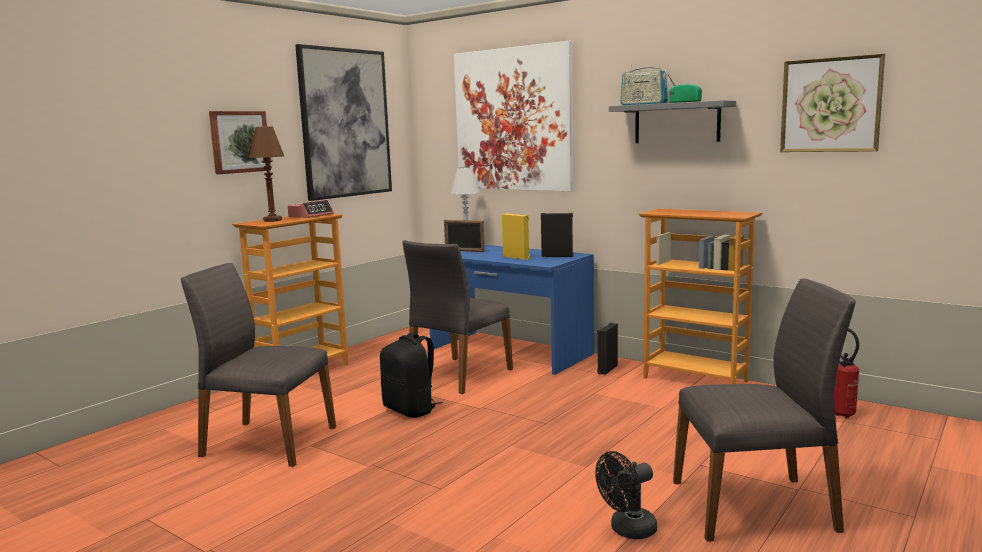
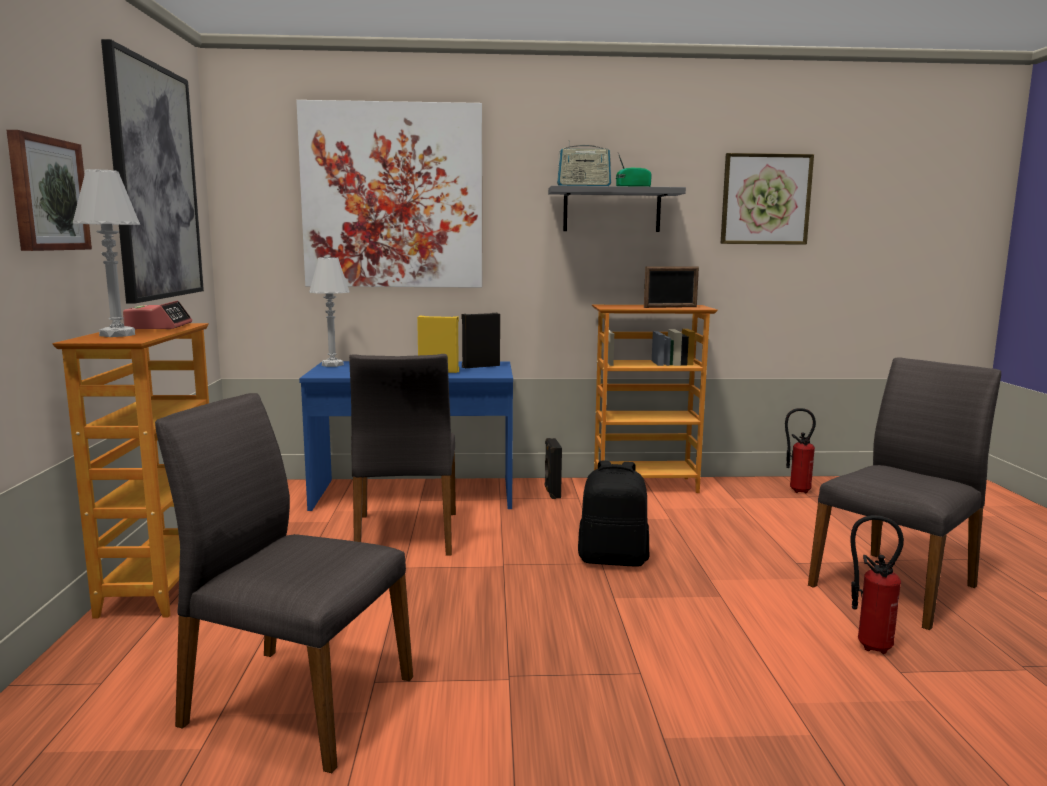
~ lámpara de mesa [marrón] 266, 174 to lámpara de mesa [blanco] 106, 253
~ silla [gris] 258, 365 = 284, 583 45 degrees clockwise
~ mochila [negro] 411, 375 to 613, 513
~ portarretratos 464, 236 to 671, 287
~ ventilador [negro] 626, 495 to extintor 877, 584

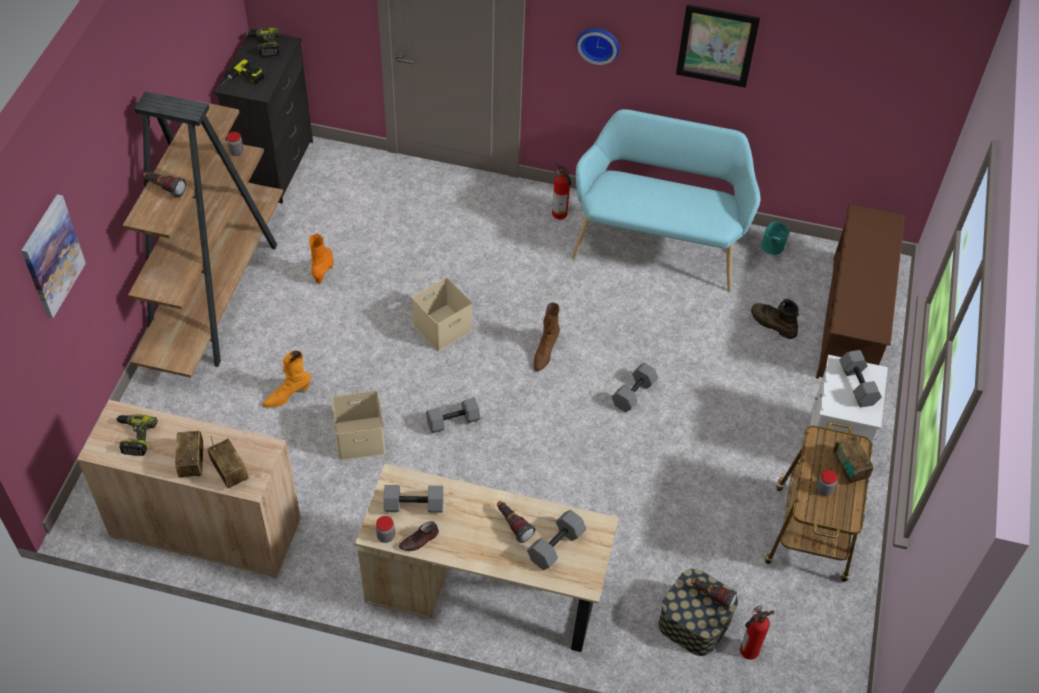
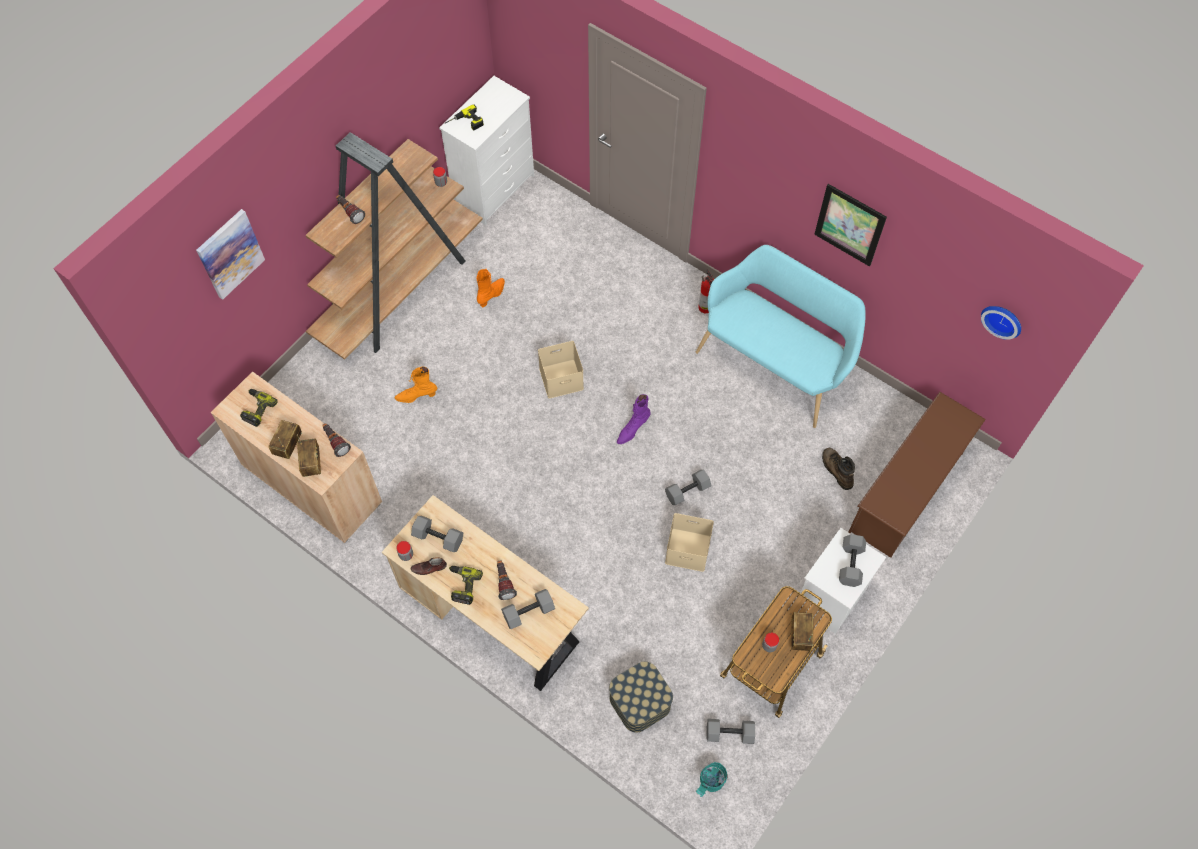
~ linterna 714, 594 to 336, 440
~ cómoda [negro] 264, 116 to cómoda [blanco] 486, 150
~ taladro 263, 42 to 466, 585
~ bota [marrón] 547, 336 to bota [morado] 634, 419
~ caja de almacenaje [beis] 358, 425 to 689, 542
~ cubo [turquesa] 775, 238 to 711, 779
~ mancuerna [gris] 453, 415 to 731, 731
~ reloj de pared 597, 46 to 1001, 323
- extintor 757, 633

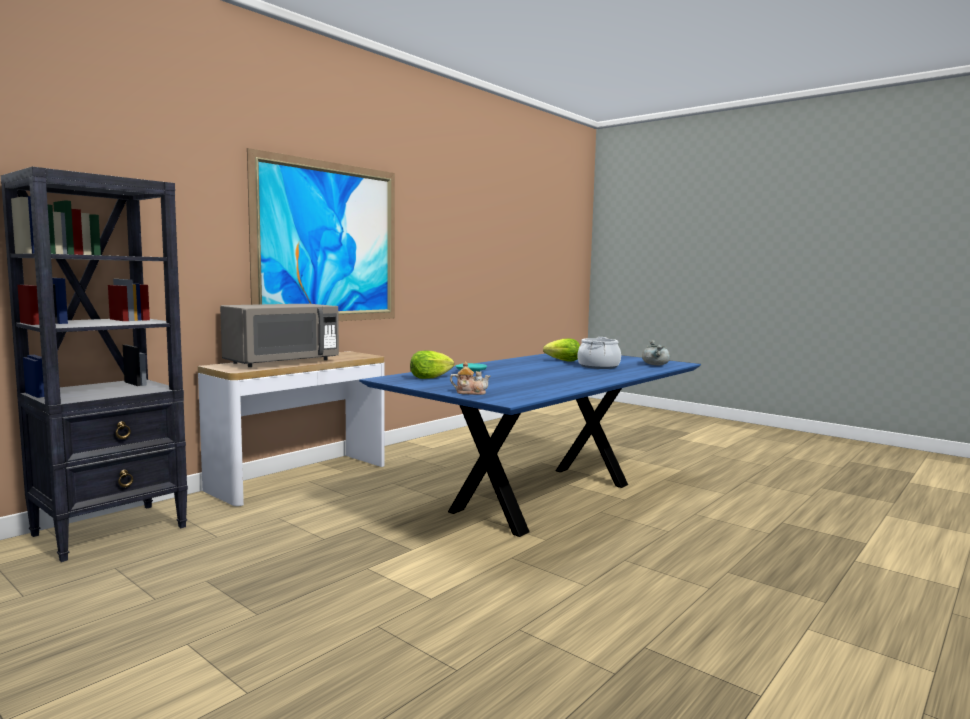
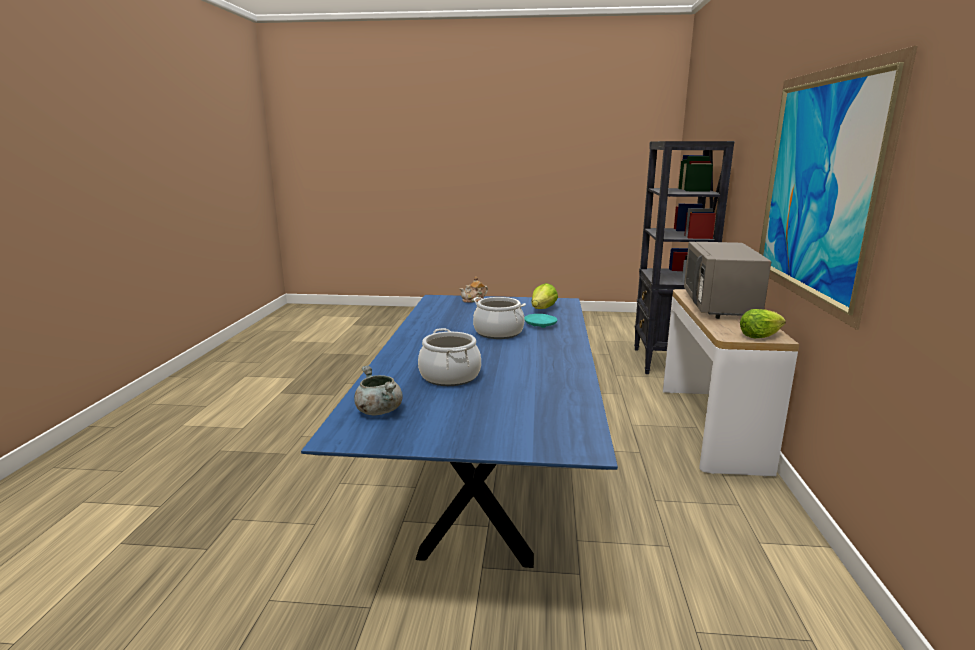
+ olla 499, 318
~ lechuga 561, 350 to 763, 323

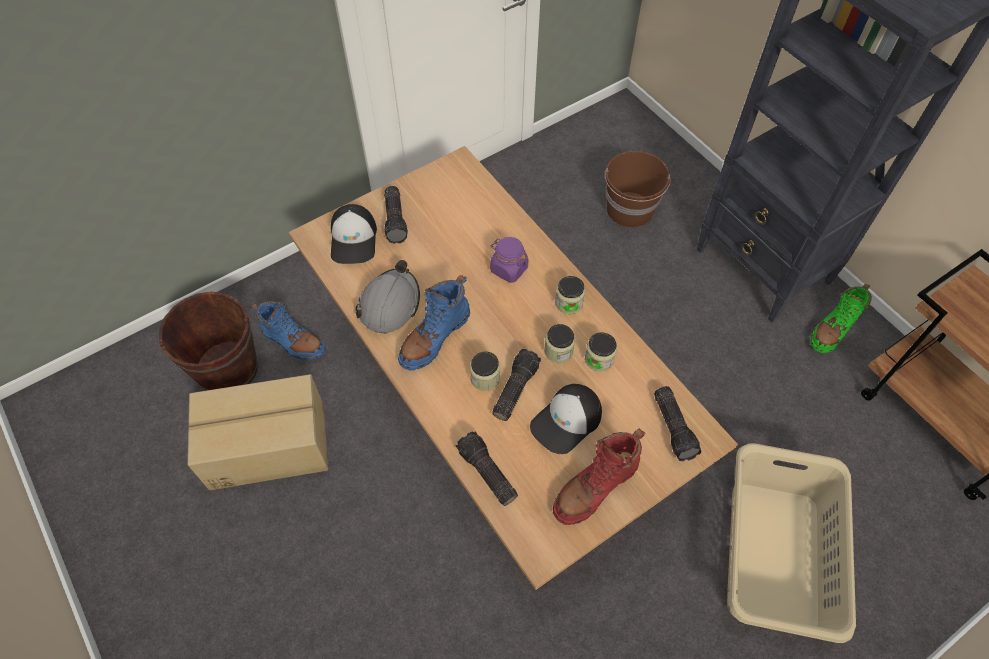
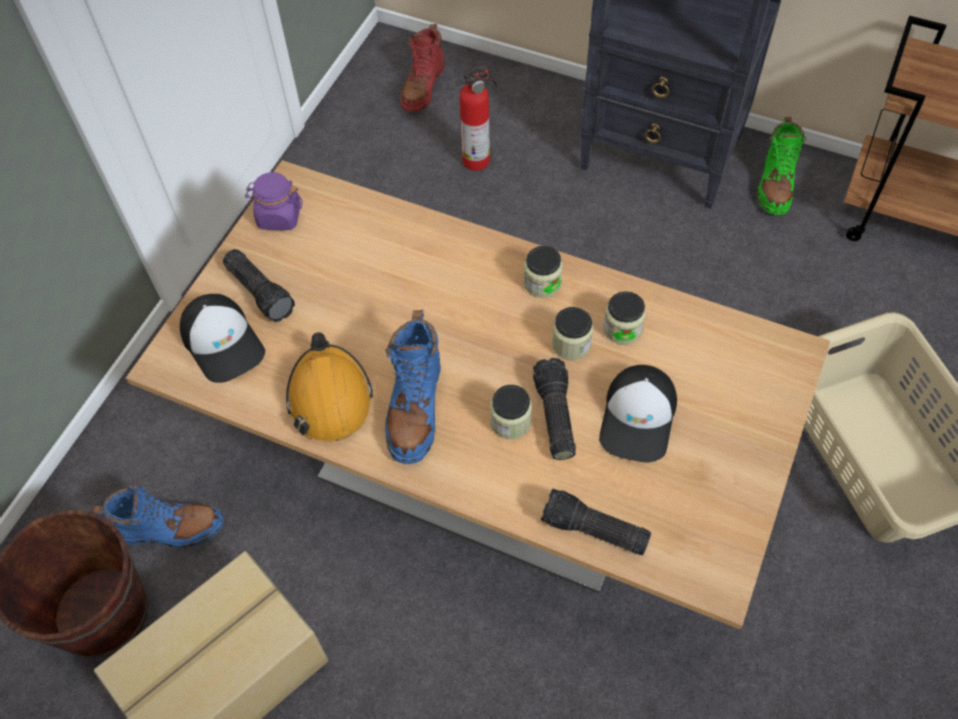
~ tarro [morado] 509, 260 to 274, 201
~ casco [gris] 387, 296 to casco [naranja] 329, 387
~ bota [rojo] 599, 476 to 422, 68
~ cubo [marrón] 638, 189 to extintor 476, 117
- linterna 678, 423

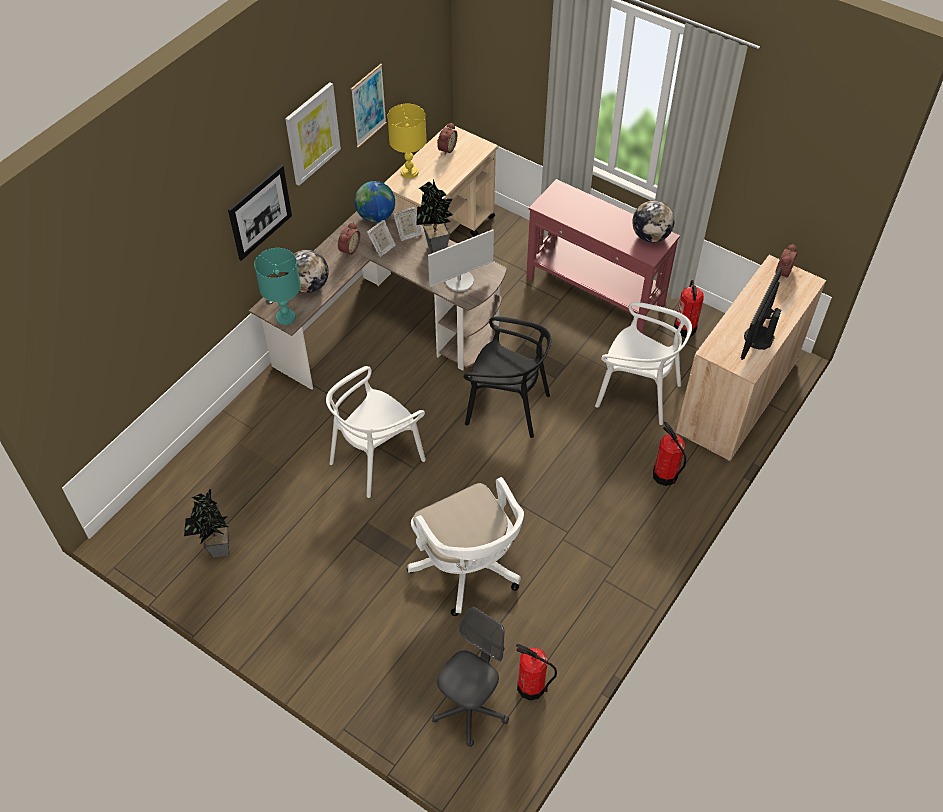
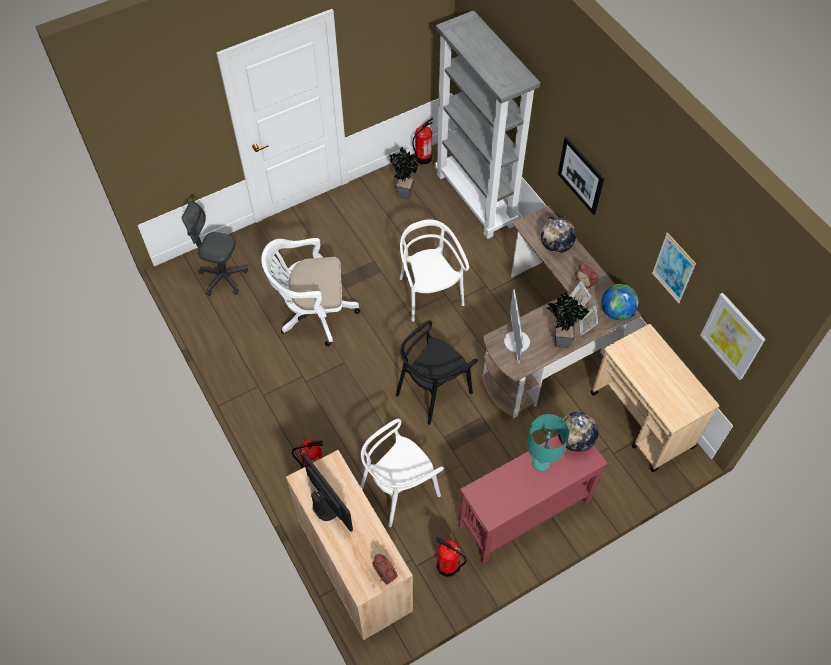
~ silla de oficina [gris] 470, 677 = 215, 248 135 degrees clockwise
~ extintor 536, 672 to 422, 141
+ estantería [gris] 487, 124
~ lámpara de mesa [turquesa] 277, 286 to 548, 442
~ globo terráqueo 653, 221 to 578, 432
~ cuadro 313, 134 to 733, 336
- lámpara de mesa [amarillo] 407, 141
- despertador 447, 138

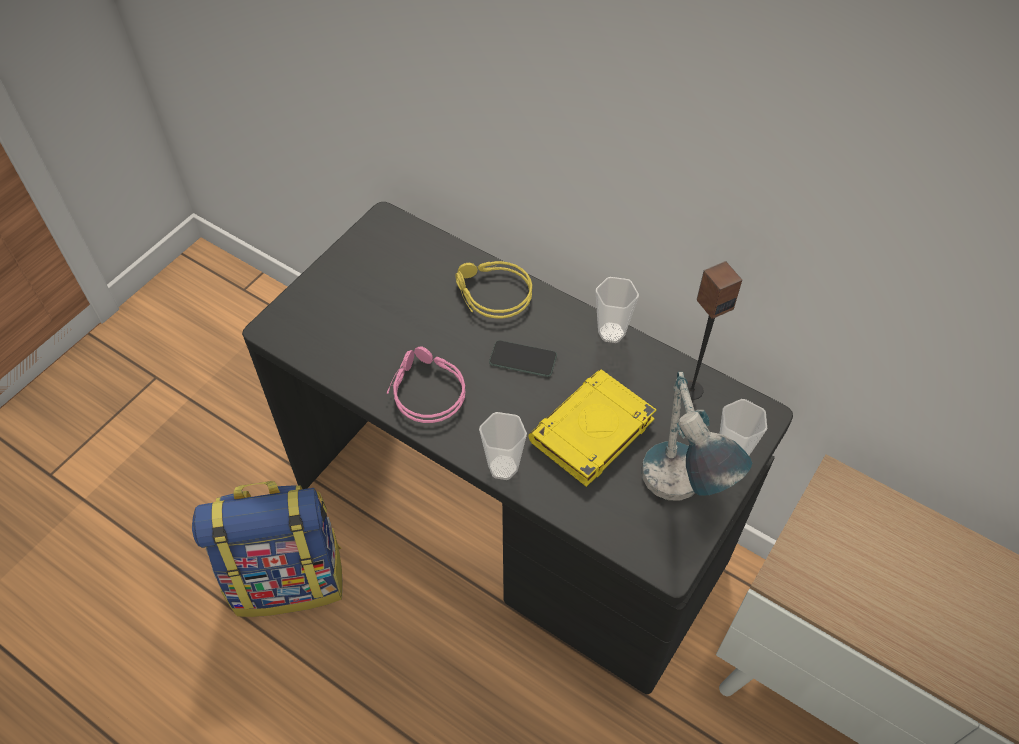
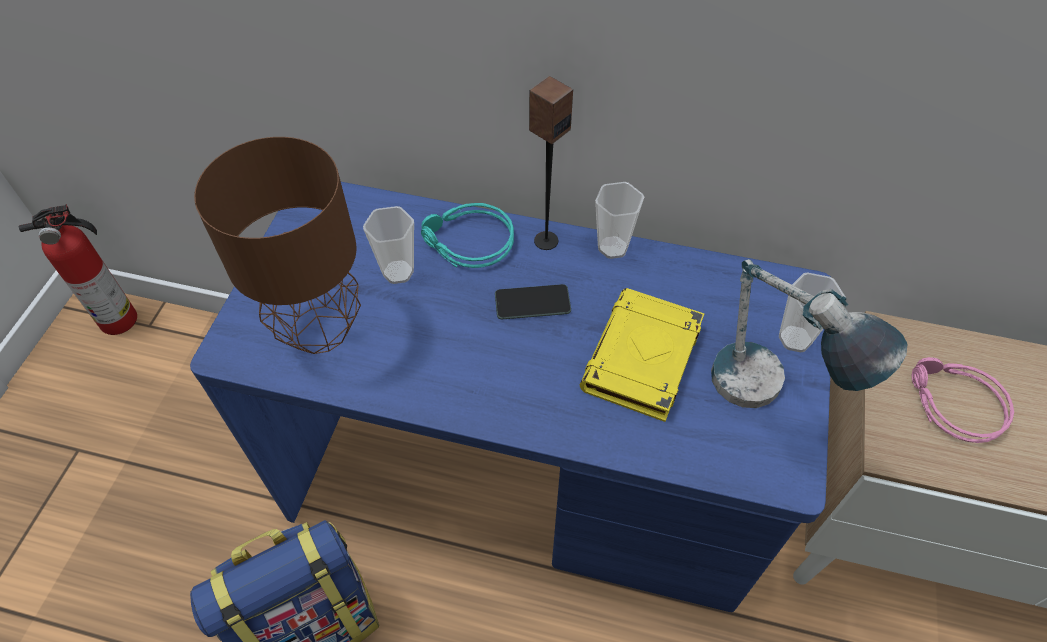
+ extintor 78, 269
~ escritorio [negro] 517, 448 to escritorio [azul] 510, 397
+ lámpara de mesa [marrón] 277, 245
~ taza 503, 446 to 388, 245
~ auriculares [amarillo] 493, 290 to auriculares [turquesa] 467, 235
~ altavoz 714, 330 to 551, 163
~ auriculares [rosa] 426, 384 to 962, 400

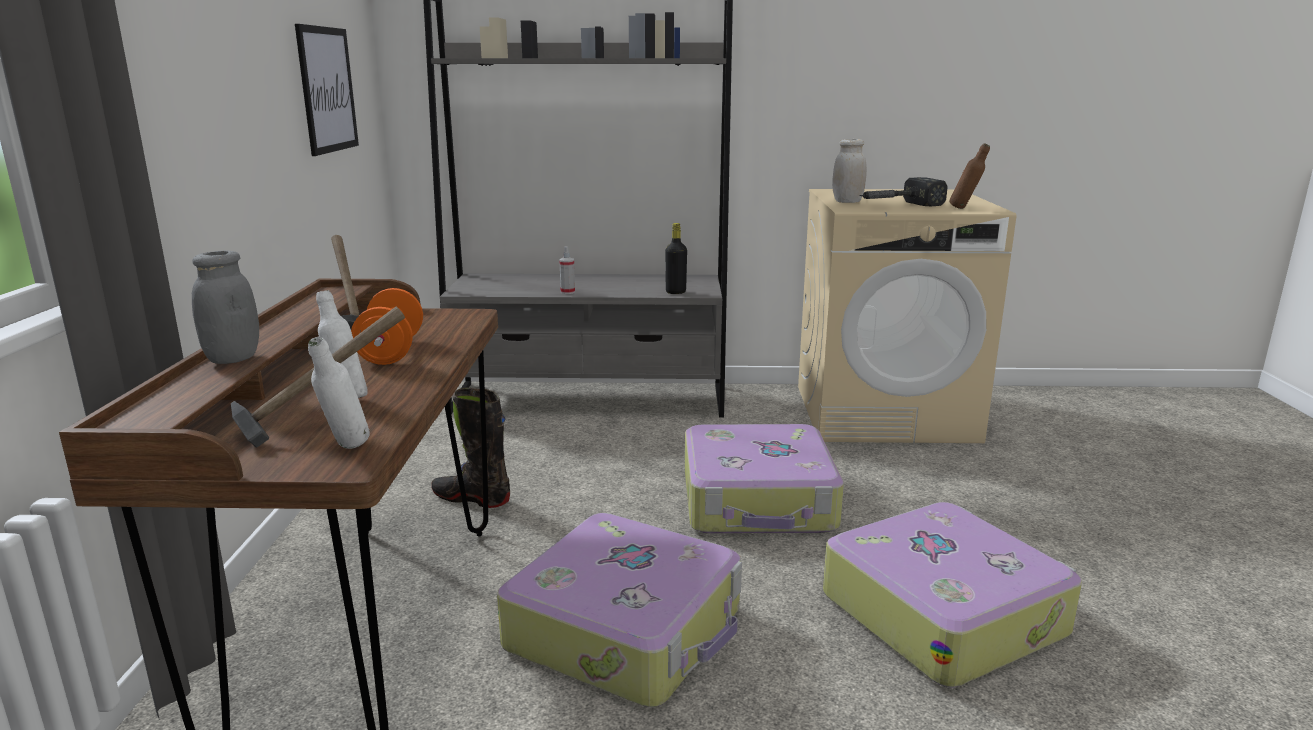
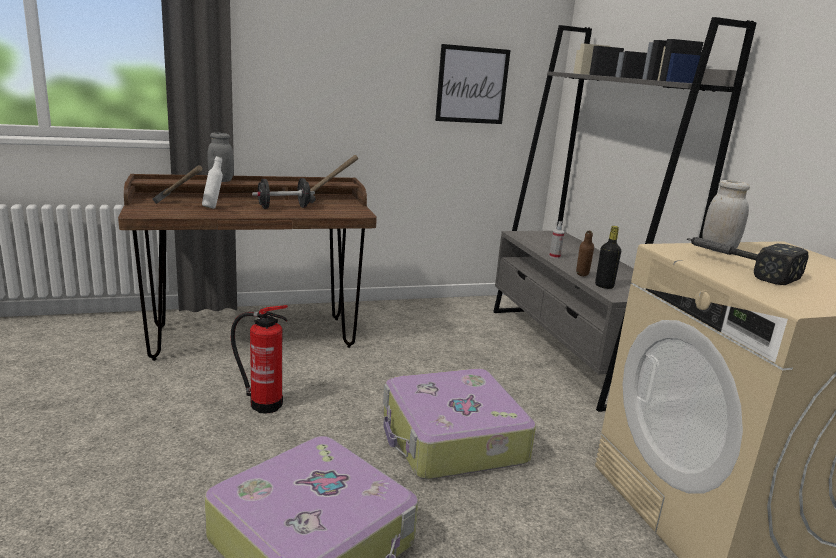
~ maleta 619, 610 to extintor 259, 359
~ mancuerna [naranja] 387, 326 to mancuerna [negro] 283, 193
~ botella [marrón] 969, 176 to 585, 253
- botella [blanco] 339, 393
- bota [negro] 470, 447

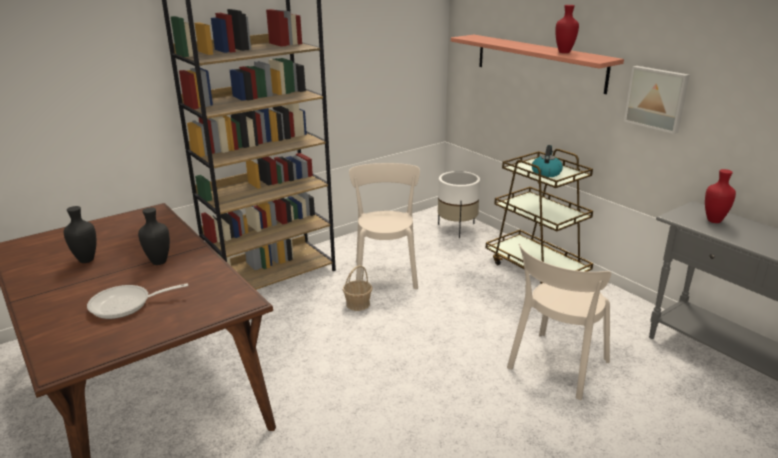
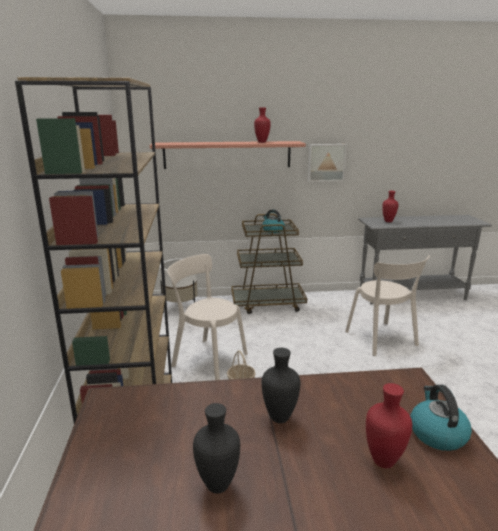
~ sartén 137, 301 to florero [rojo] 389, 425
+ hervidor 441, 418

